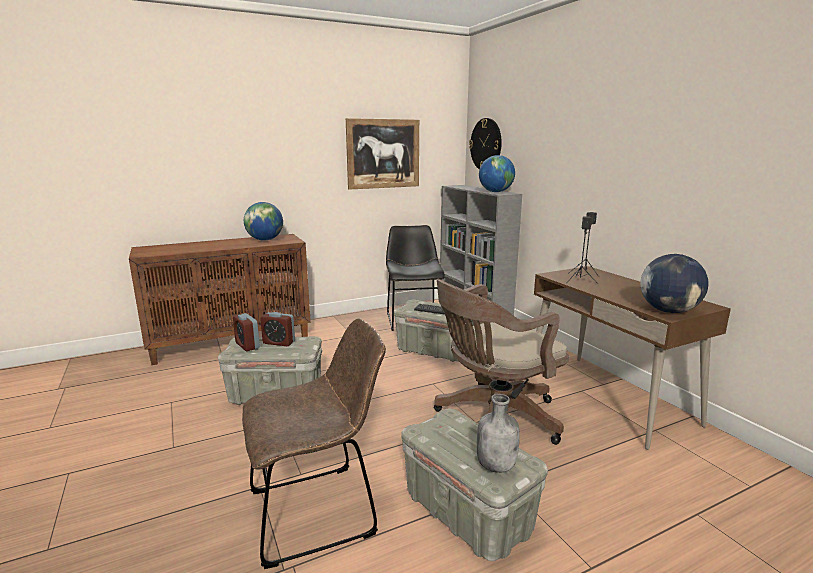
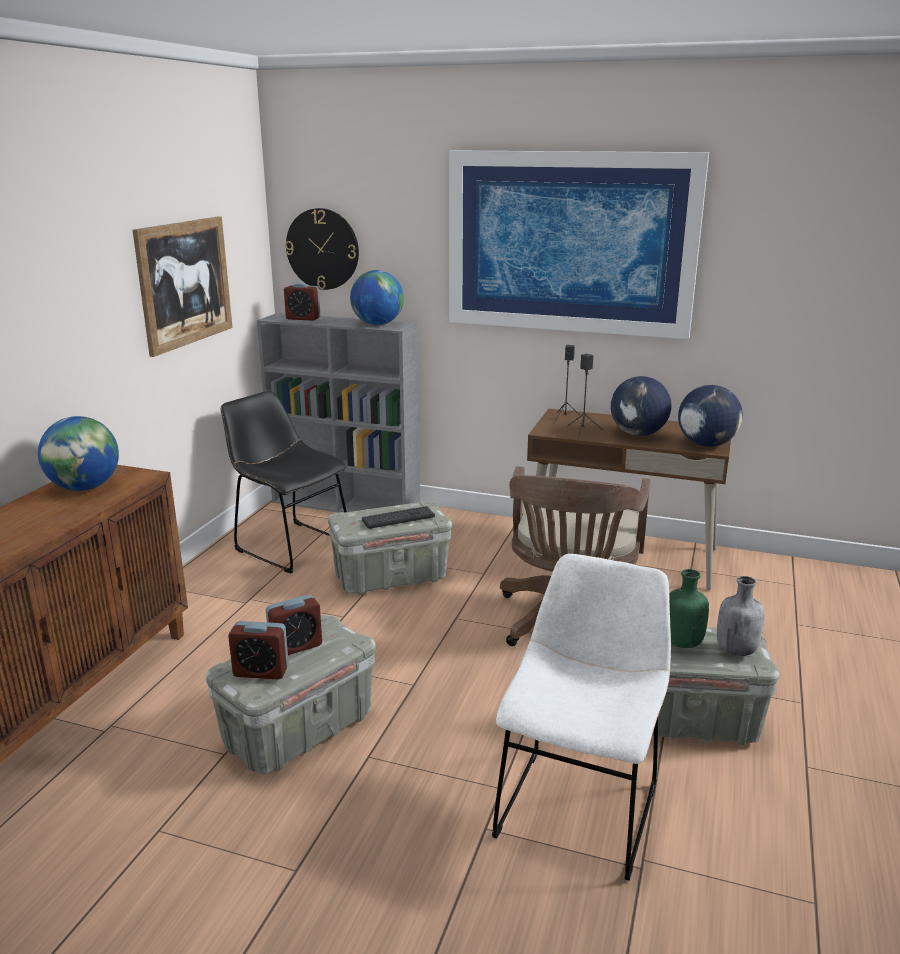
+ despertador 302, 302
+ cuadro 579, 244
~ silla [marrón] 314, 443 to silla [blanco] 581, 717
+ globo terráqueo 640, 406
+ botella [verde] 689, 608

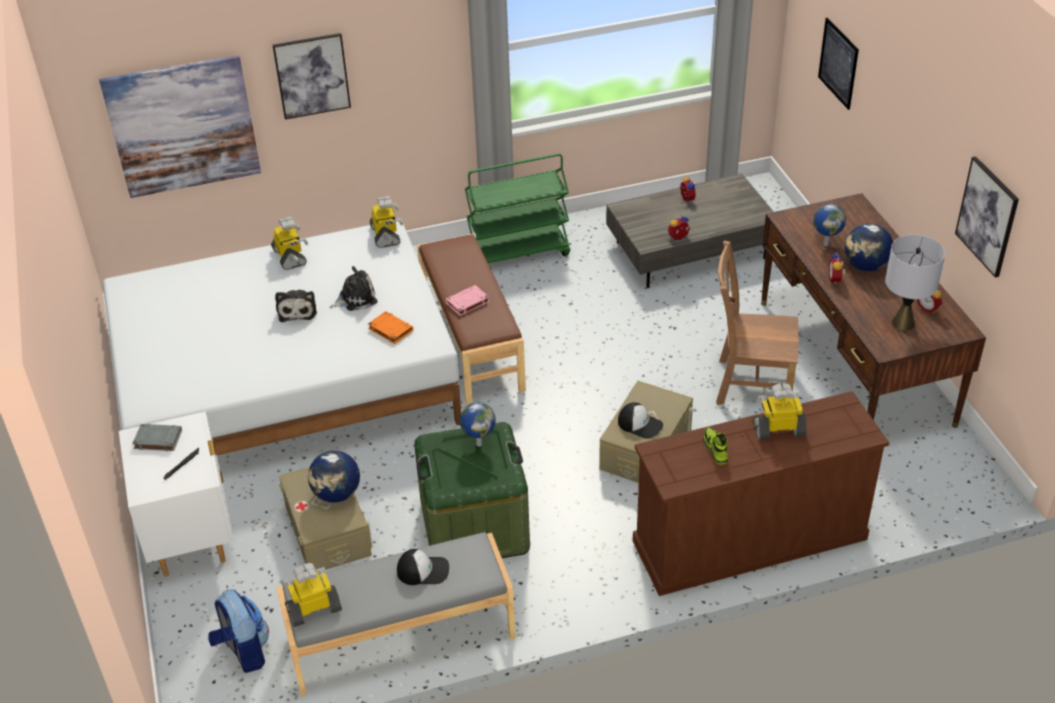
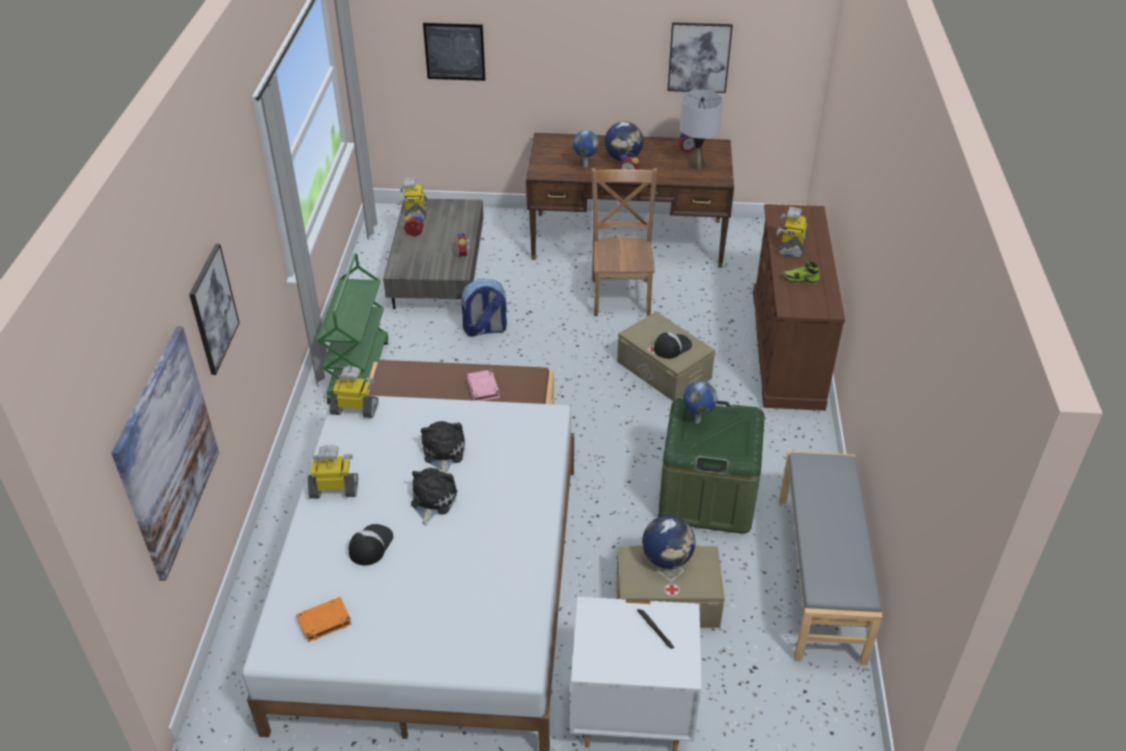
~ libro [naranja] 390, 327 to 324, 619
~ gorra 423, 567 to 371, 545
~ robot de juguete 312, 595 to 413, 199
~ peluche 296, 306 = 434, 497 90 degrees counterclockwise
~ mochila 238, 631 to 484, 308
~ silla [marrón] 757, 322 = 624, 242 150 degrees clockwise
- libro [gris] 157, 437

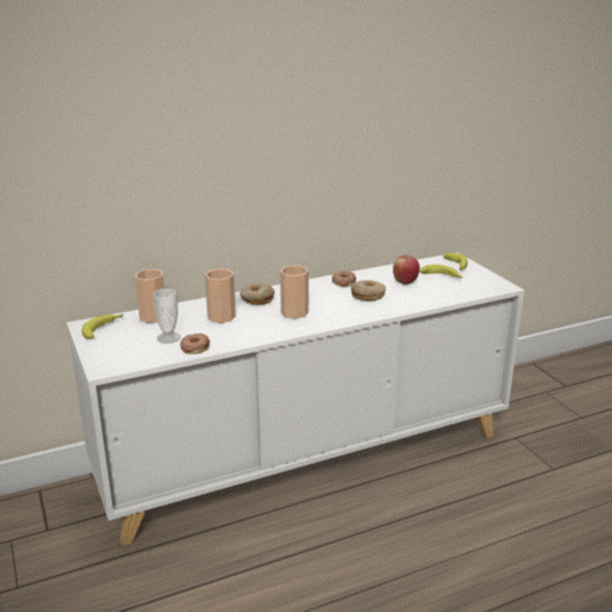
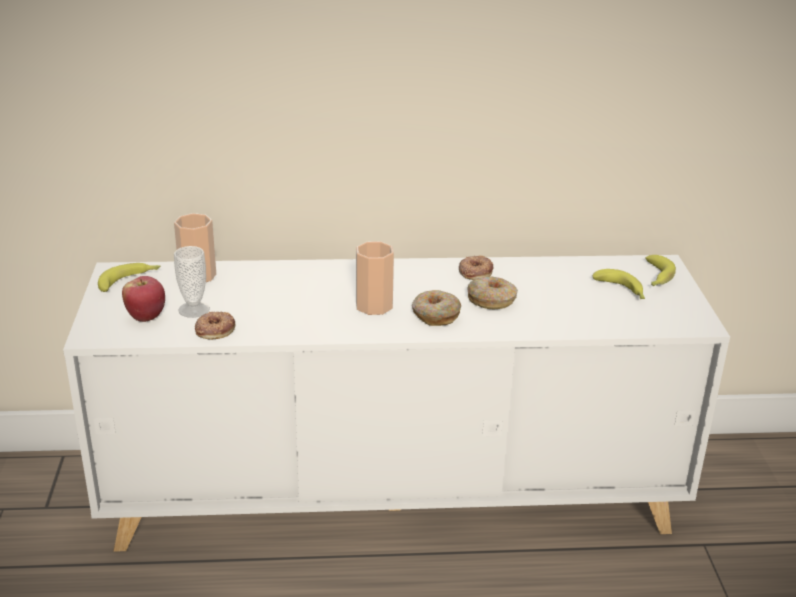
~ manzana 406, 269 to 143, 299
~ rosquilla 257, 294 to 436, 308
- taza 220, 296

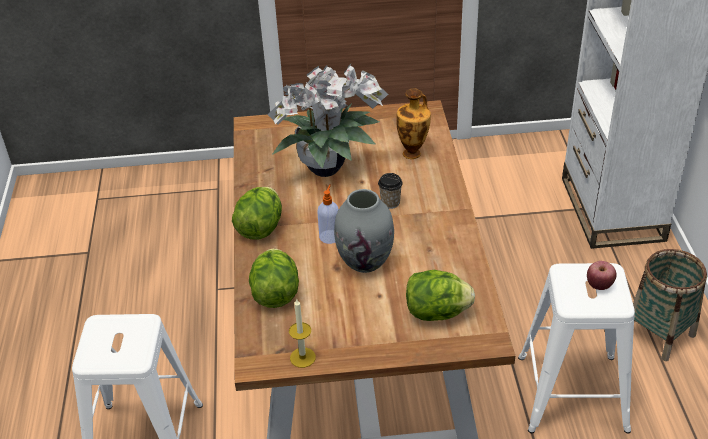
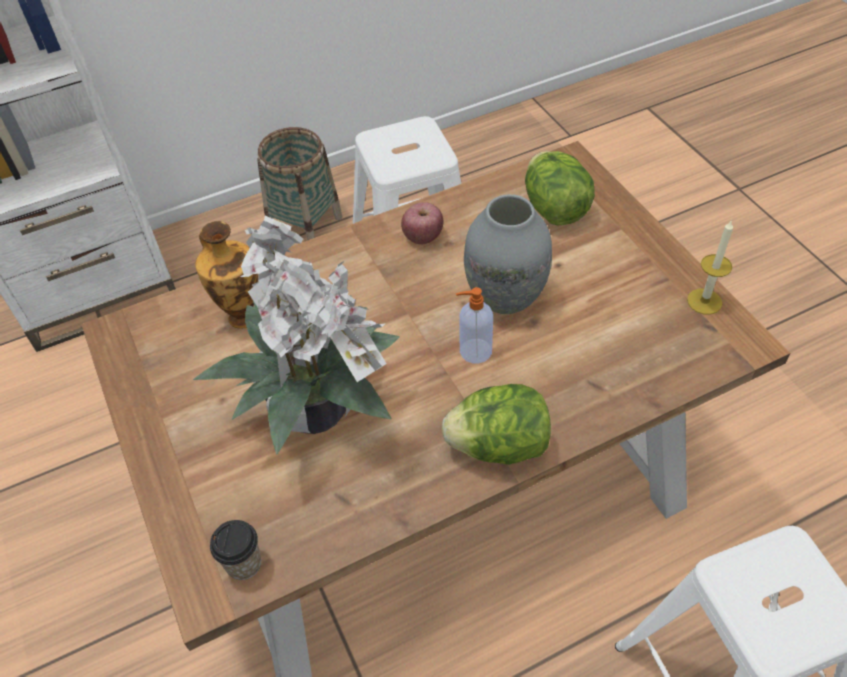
~ taza 390, 191 to 235, 550
~ manzana 602, 275 to 422, 223
- lechuga 274, 278

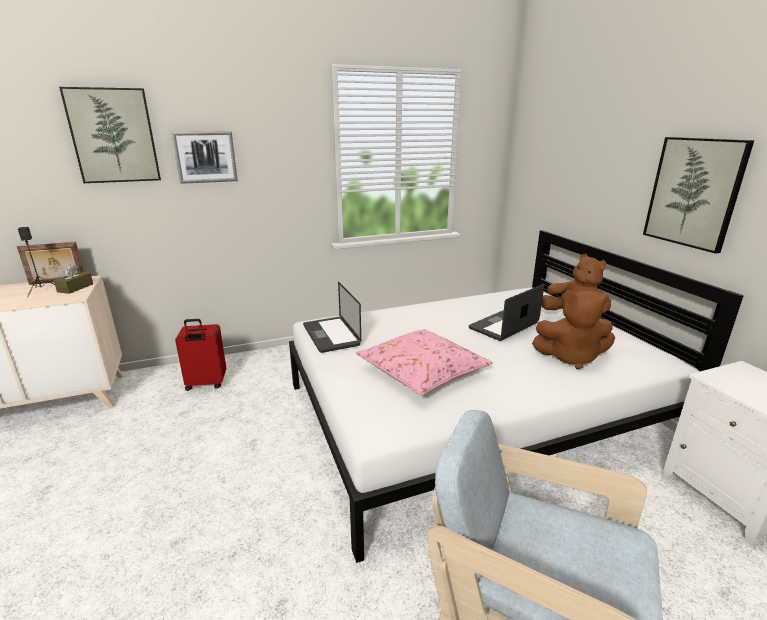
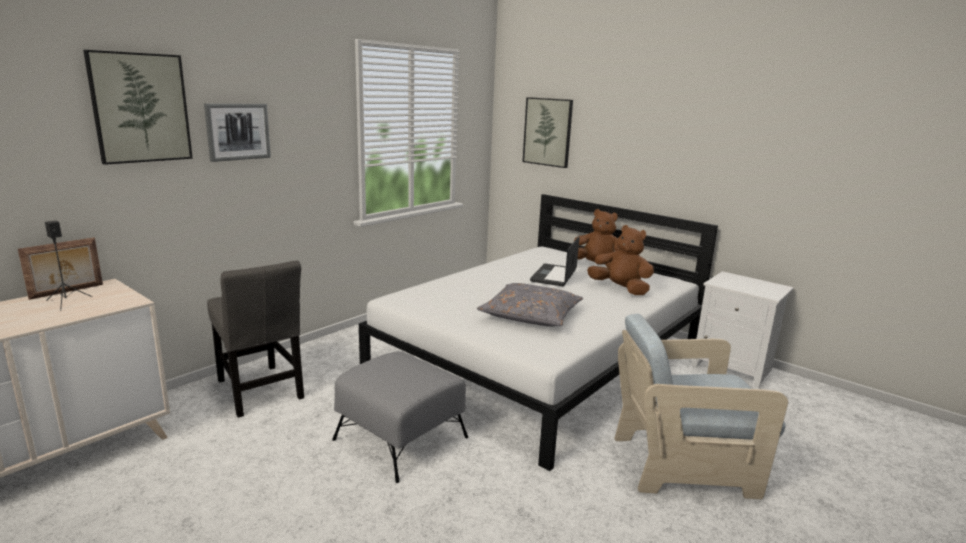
~ maleta [rojo] 201, 355 to silla [gris] 255, 339
+ puf [gris] 400, 417
~ cojín [rosa] 424, 362 to cojín [gris] 530, 305
~ cuadro 698, 195 to 548, 132
~ peluche [marrón] 573, 330 = 620, 260 120 degrees counterclockwise
- caja de pañuelos [marrón] 73, 279
- portátil 332, 317

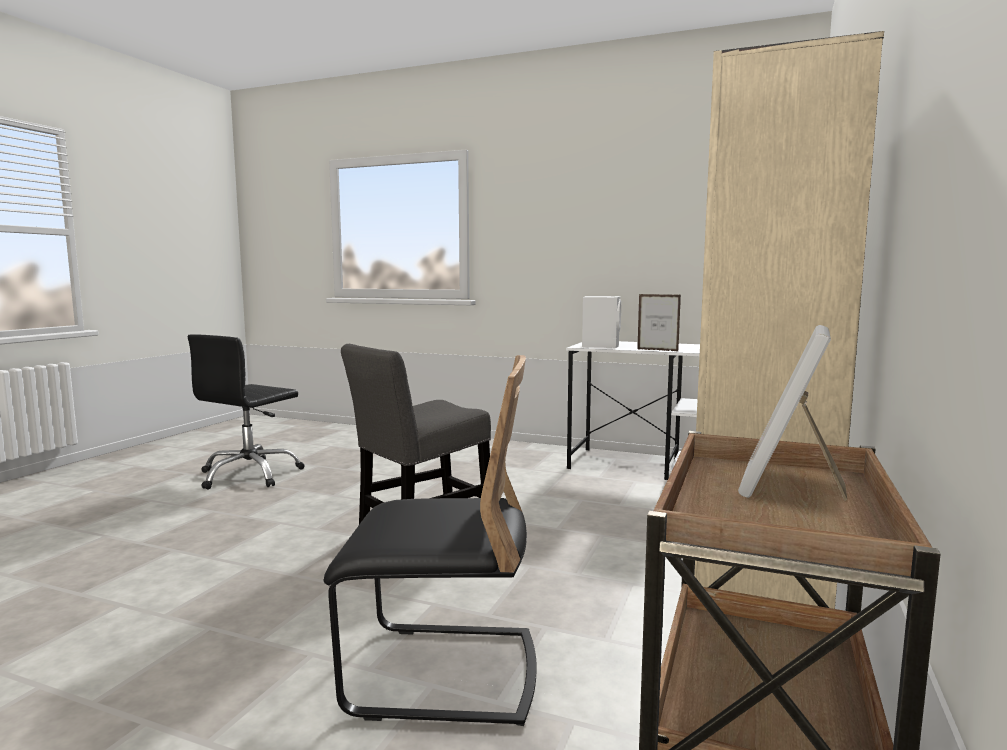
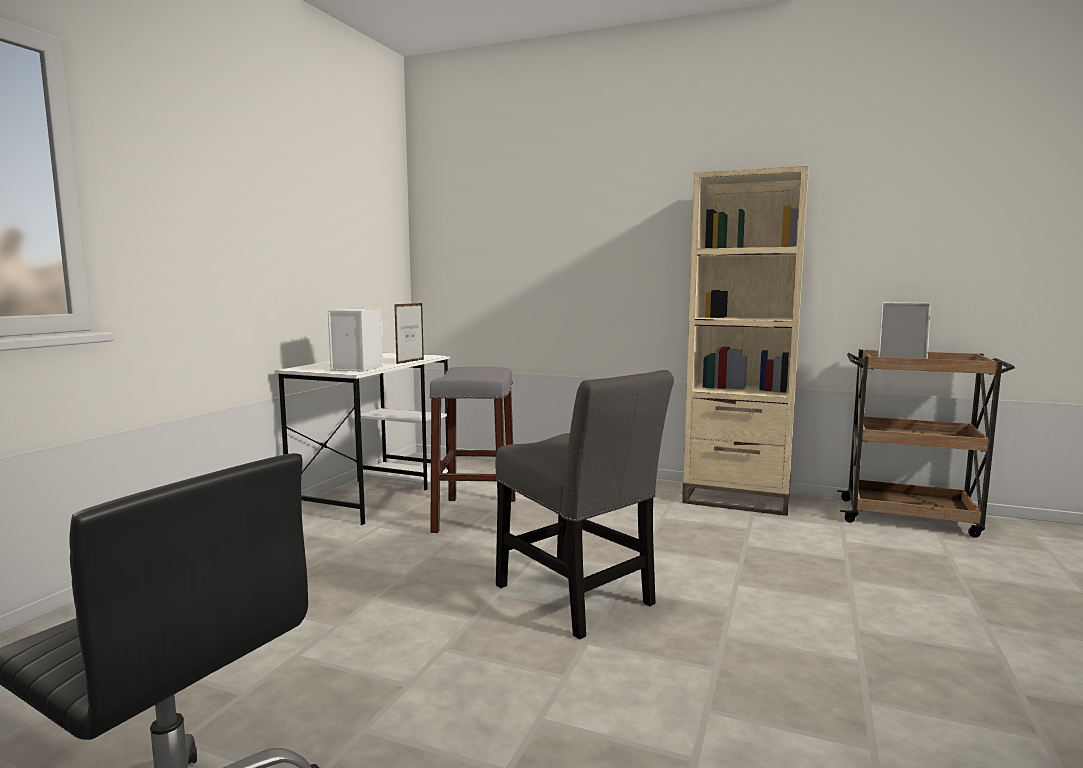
+ taburete [gris] 472, 449
- silla [negro] 429, 540

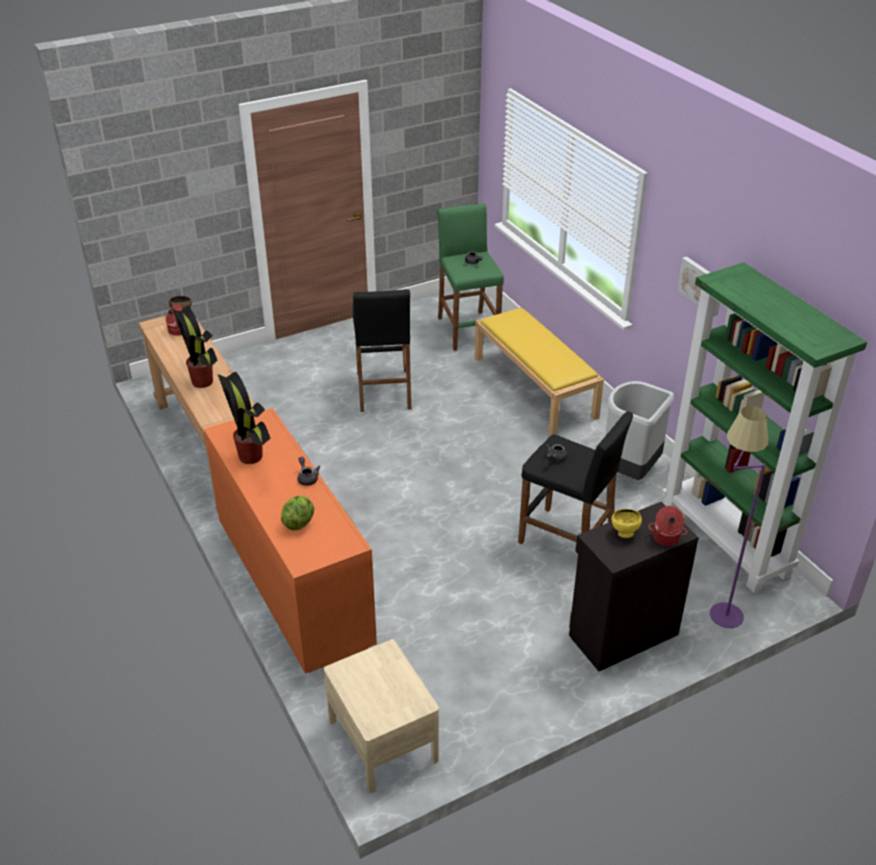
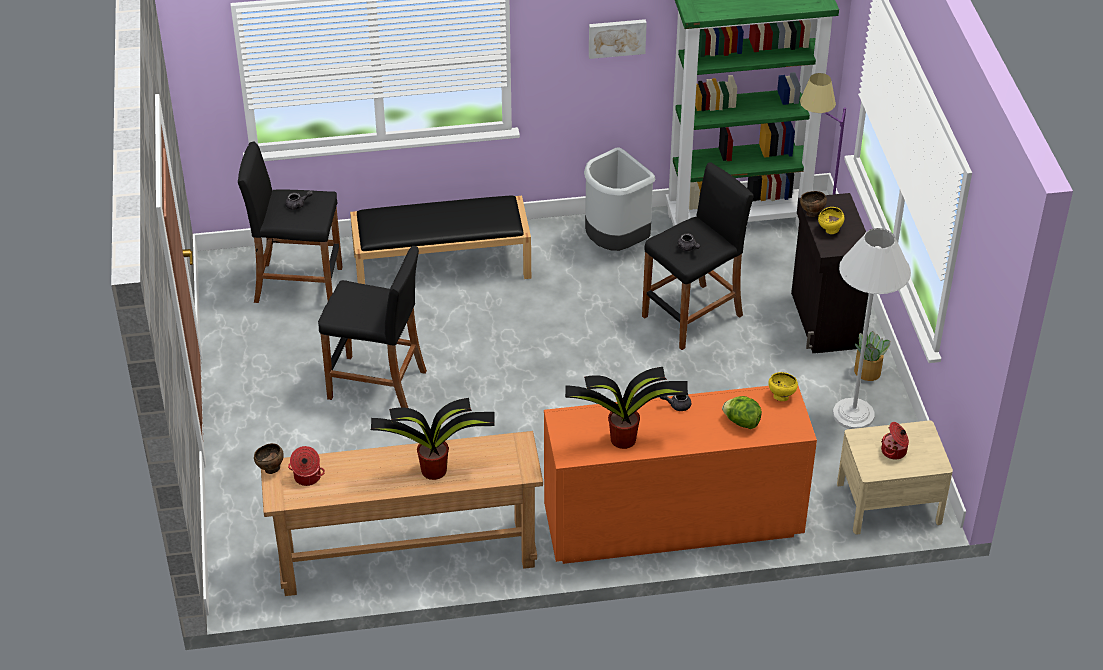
~ taburete [verde] 470, 277 to taburete [negro] 290, 222
~ banco [amarillo] 539, 371 to banco [negro] 440, 239
+ cuenco [amarillo] 783, 386
+ cuenco [marrón] 813, 204
+ lámpara de pie [blanco] 871, 328
+ planta en maceta 872, 356
~ olla 667, 526 to 895, 441

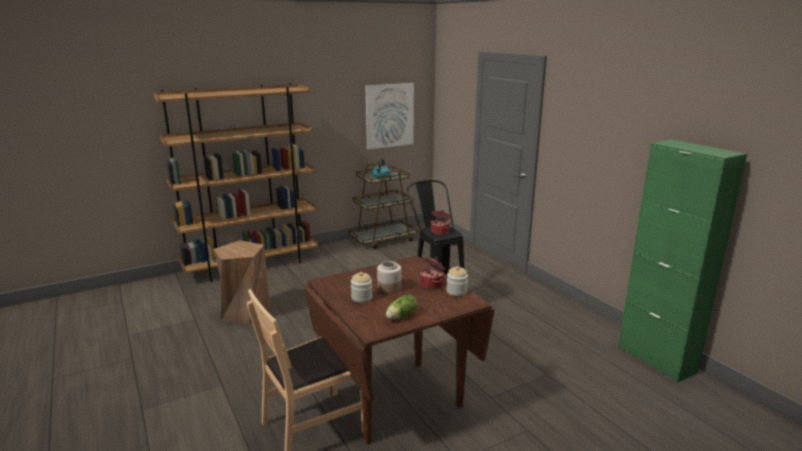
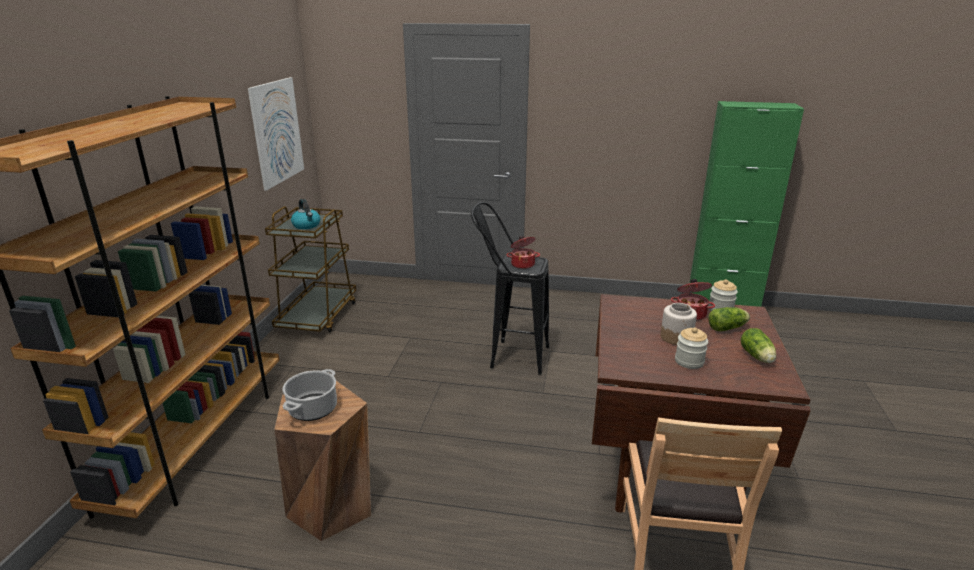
+ olla 310, 395
+ lechuga 729, 319

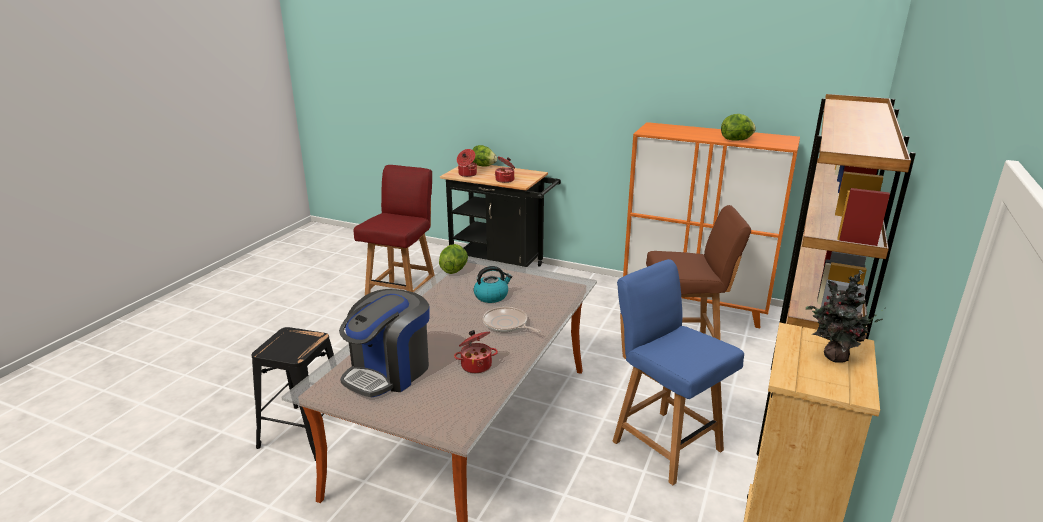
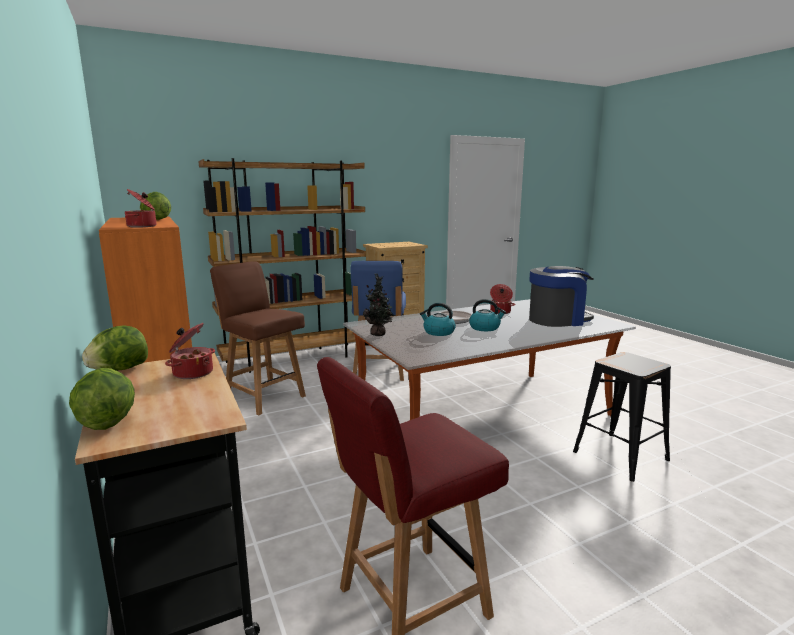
~ lechuga 453, 259 to 115, 348
~ olla 467, 163 to 141, 208
~ planta en maceta 846, 316 to 379, 304
+ hervidor 487, 315

